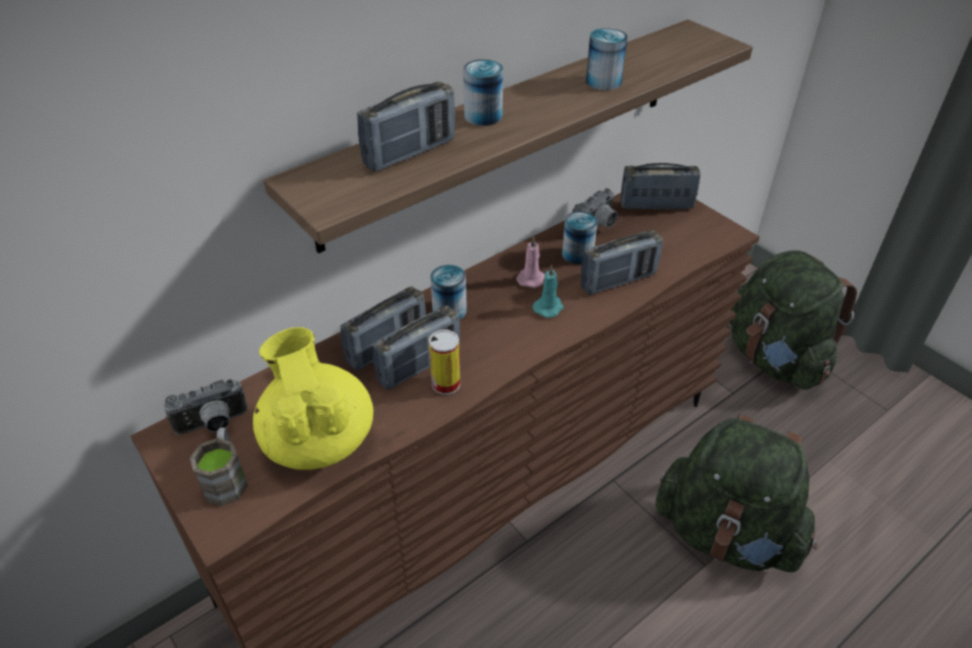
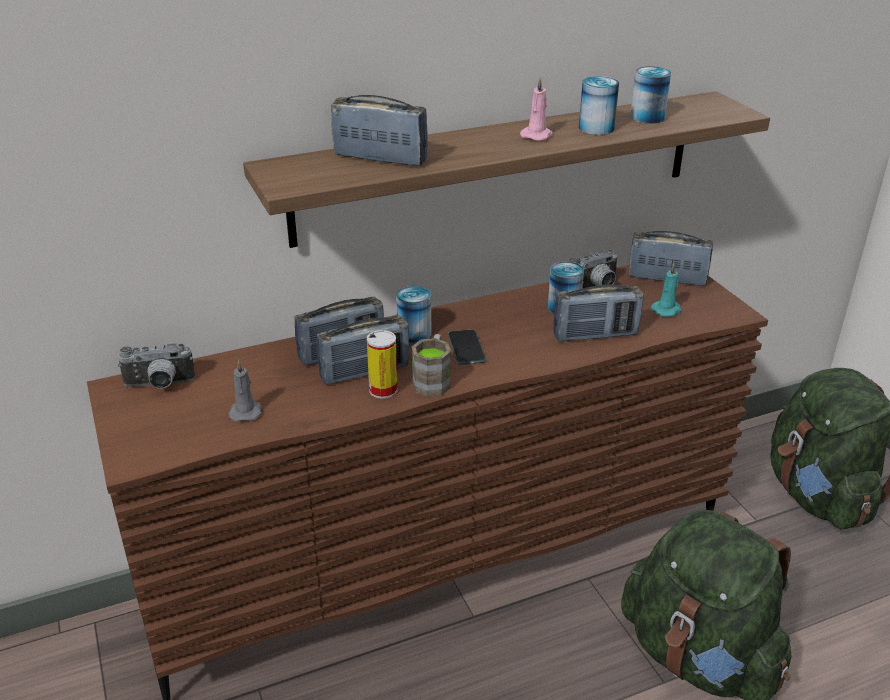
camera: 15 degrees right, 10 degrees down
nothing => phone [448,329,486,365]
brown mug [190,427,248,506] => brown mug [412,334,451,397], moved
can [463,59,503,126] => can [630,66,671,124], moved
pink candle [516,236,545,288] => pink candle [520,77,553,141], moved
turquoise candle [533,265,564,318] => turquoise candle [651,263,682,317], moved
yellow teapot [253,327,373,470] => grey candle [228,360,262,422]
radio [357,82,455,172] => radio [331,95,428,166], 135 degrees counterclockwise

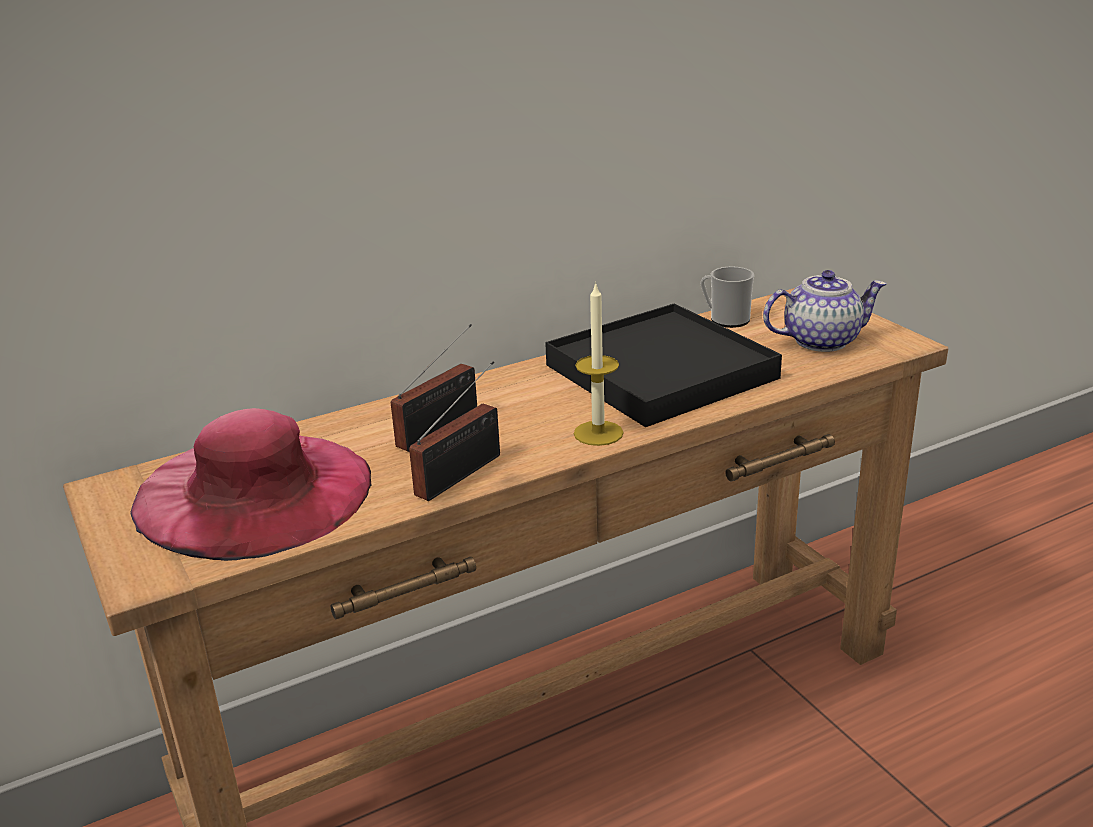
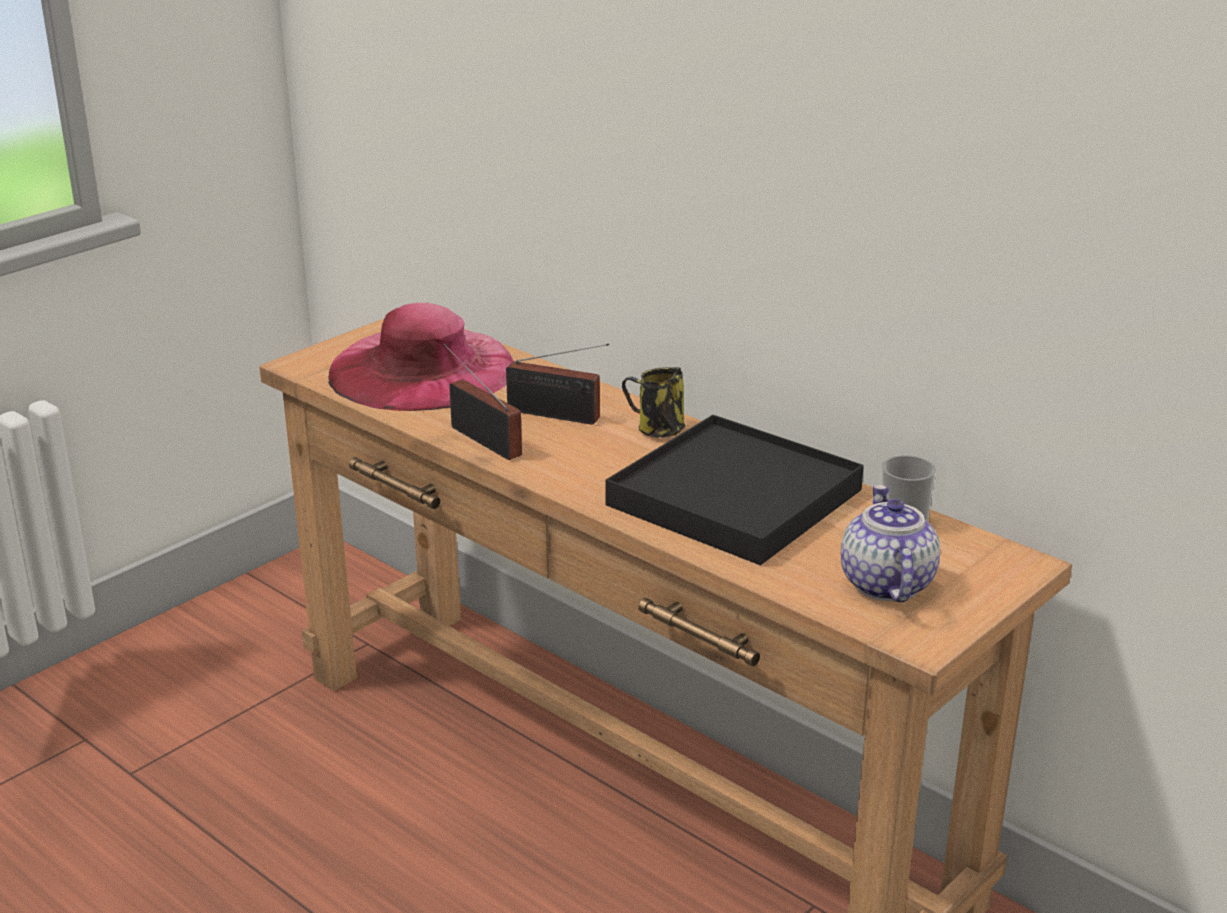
camera: 70 degrees right, 0 degrees up
candle [574,282,623,446] => nothing
nothing => mug [622,367,685,438]
radio [409,361,500,501] => radio [444,344,522,460], 150 degrees counterclockwise
teapot [763,270,887,352] => teapot [841,485,940,602], 150 degrees counterclockwise

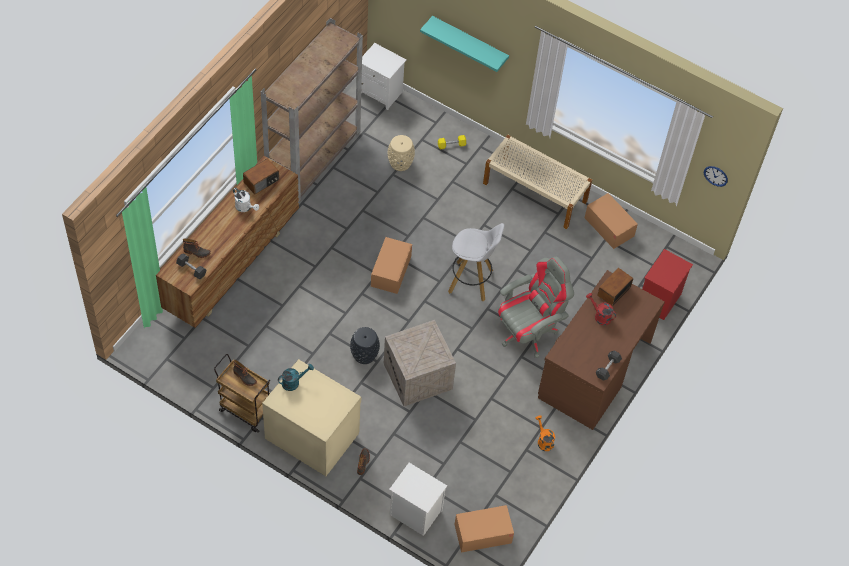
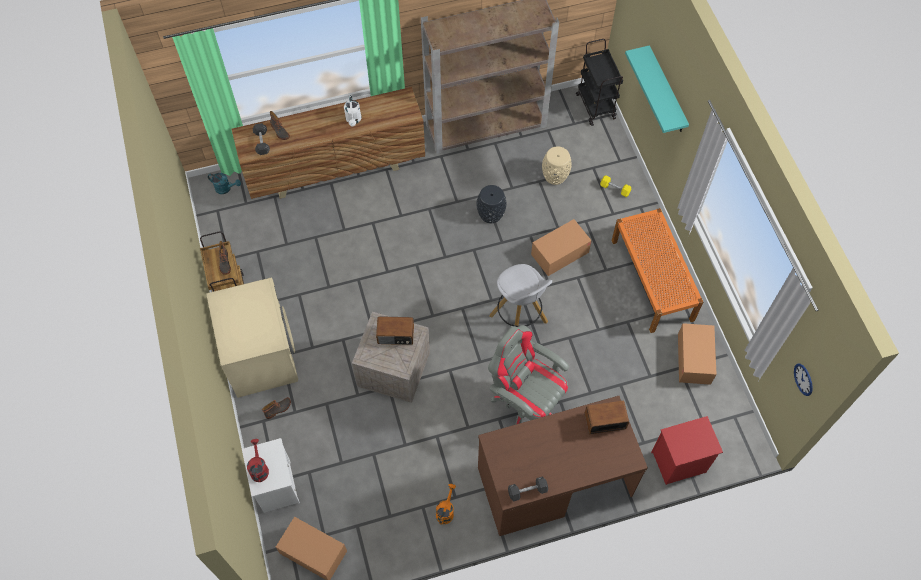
camera: 45 degrees right, 5 degrees up
radio [243,159,279,194] => radio [376,316,414,345], moved
turquoise watering can [278,364,314,391] => turquoise watering can [208,173,241,194], moved
black stool [350,327,380,364] => black stool [476,185,506,223], moved
cardboard box [371,237,412,294] => cardboard box [531,219,592,276], moved
red watering can [586,293,616,325] => red watering can [247,439,269,482], moved
white nightstand [361,43,407,110] => black cart [576,39,623,126]
beige bench [483,135,592,229] => orange bench [612,208,703,333]
grey office chair [498,257,574,358] => grey office chair [488,325,569,425], 150 degrees counterclockwise

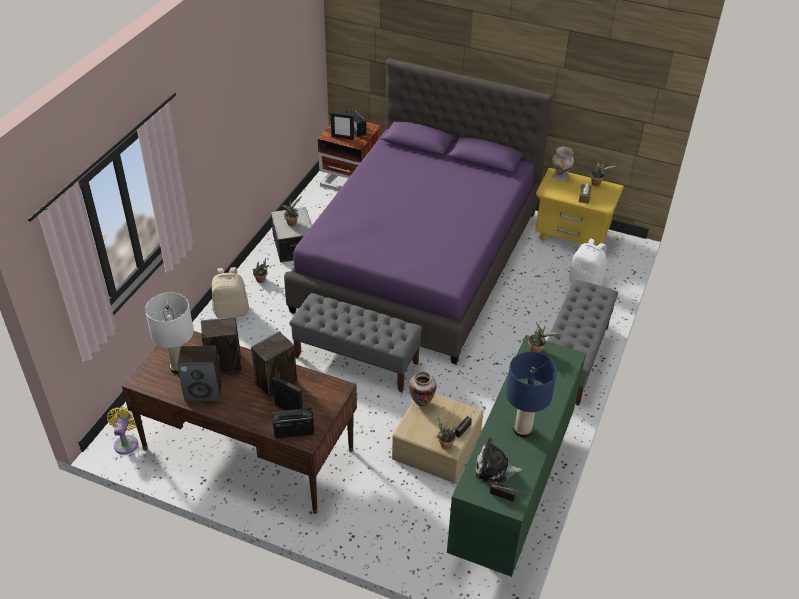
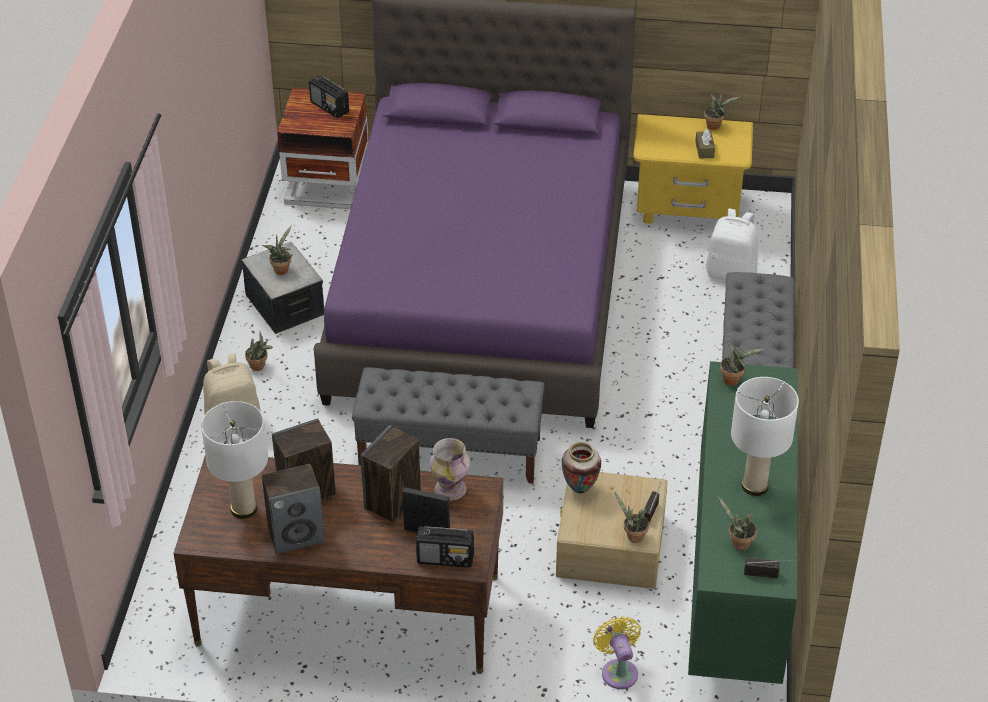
camera: 15 degrees left, 0 degrees up
picture frame [331,112,354,140] => nothing
yellow fan [107,407,138,455] => yellow fan [593,616,641,689], moved
vase [552,147,574,181] => vase [430,438,470,501], moved
plush toy [475,437,522,483] => potted plant [718,497,757,550]
blue table lamp [506,351,557,437] => white table lamp [731,377,799,496]
radio [272,408,314,438] => radio [416,526,474,568], 150 degrees counterclockwise

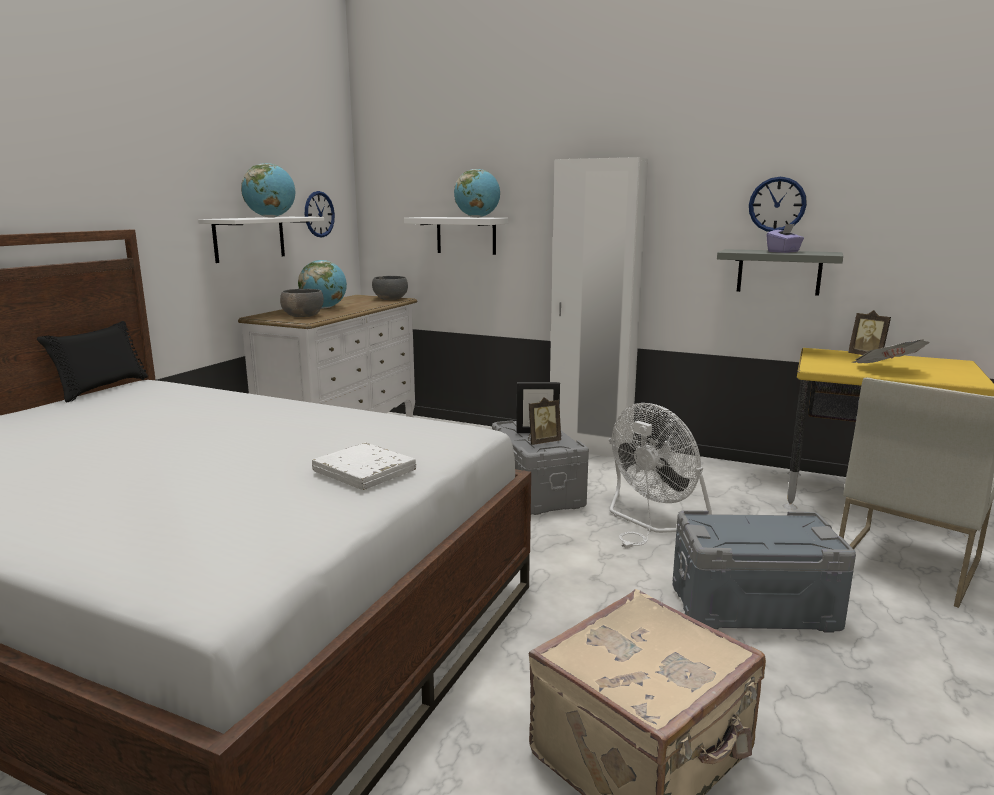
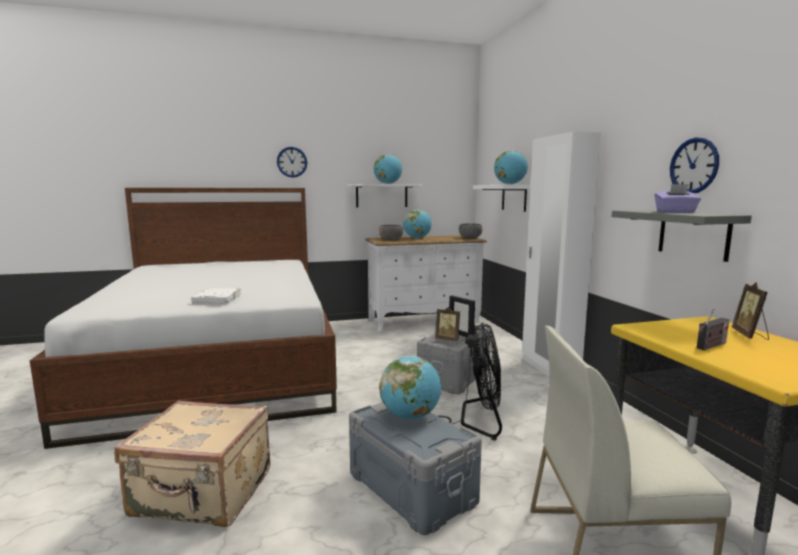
camera: 50 degrees right, 5 degrees down
black pillow [37,321,148,402] => nothing
nothing => globe [379,356,441,420]
wall clock [305,191,335,238] => wall clock [277,147,307,178], moved
newspaper [852,339,929,363] => radio [697,309,729,350]
white fan [609,403,712,548] => black fan [438,322,502,441]

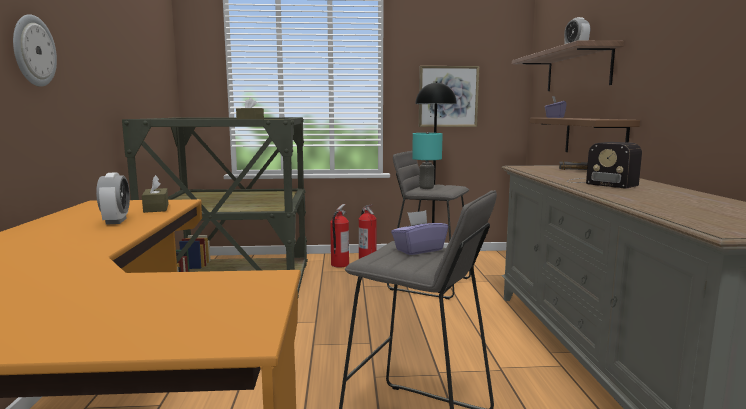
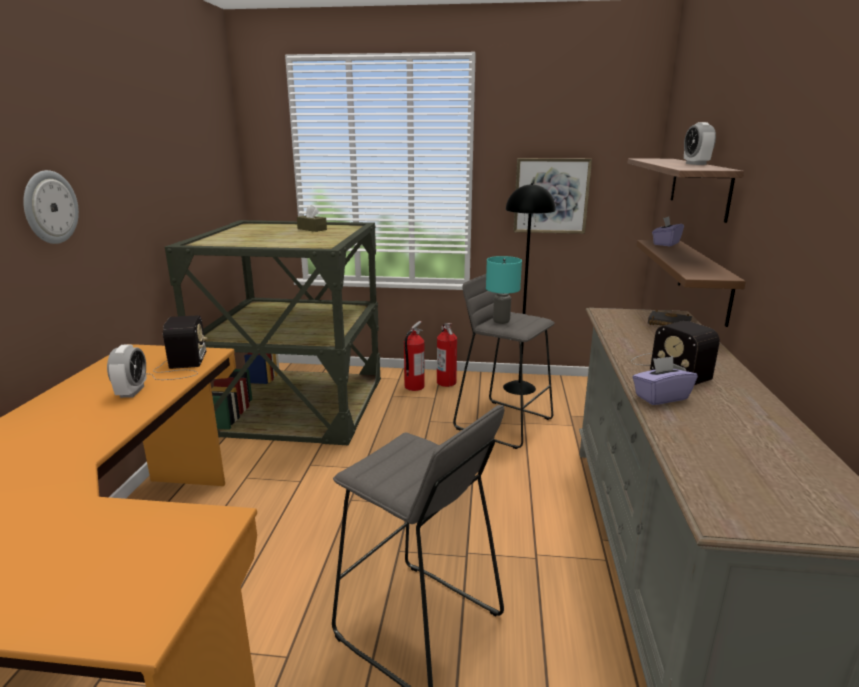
camera: 10 degrees right, 10 degrees up
purple tissue box [391,210,448,255] => purple tissue box [632,356,698,405], moved
brown tissue box [142,175,168,213] => radio [151,315,208,380]

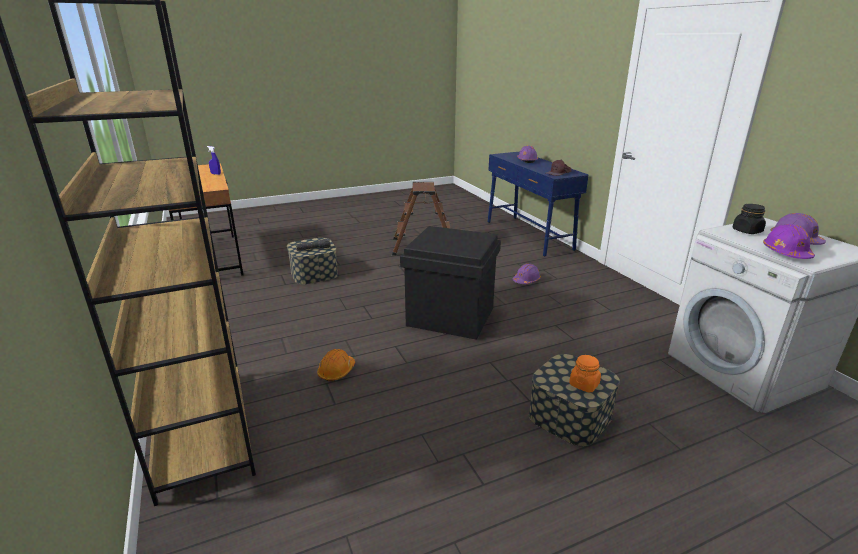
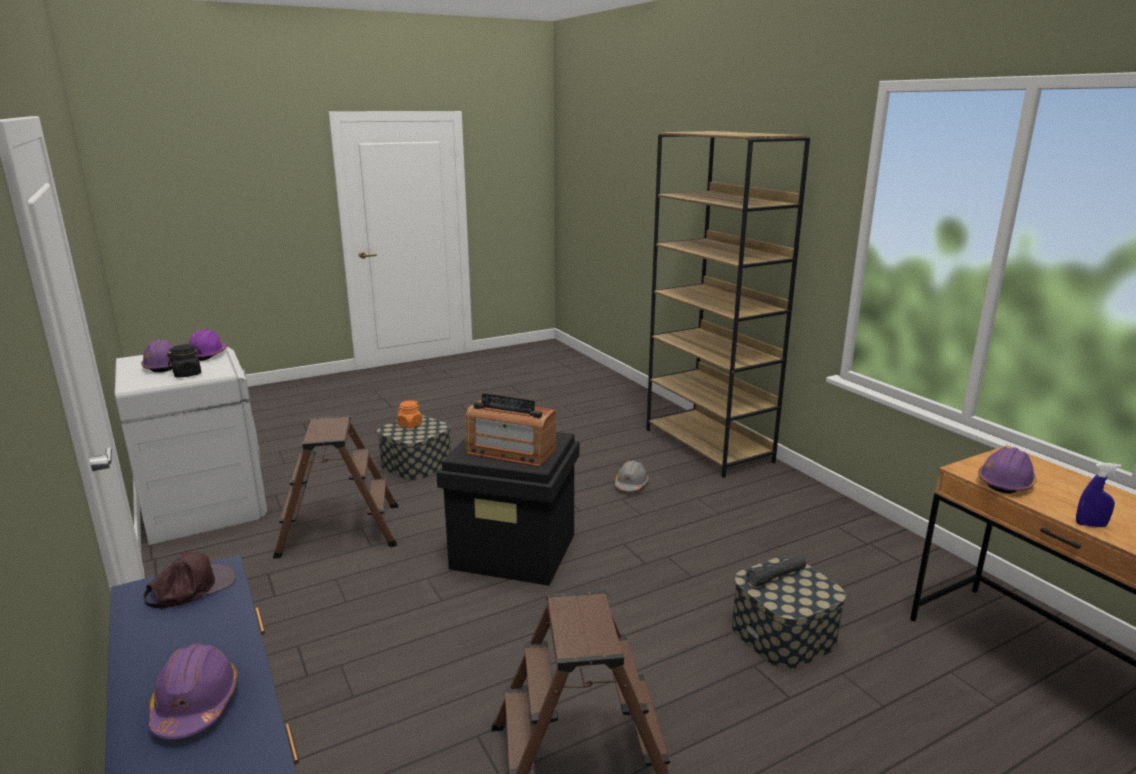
camera: 175 degrees right, 5 degrees down
nothing => brown step ladder [273,415,399,558]
nothing => radio [465,393,556,467]
purple hard hat [513,263,541,284] => purple hard hat [978,447,1037,494], moved
orange hard hat [317,349,355,382] => grey hard hat [615,460,649,491]

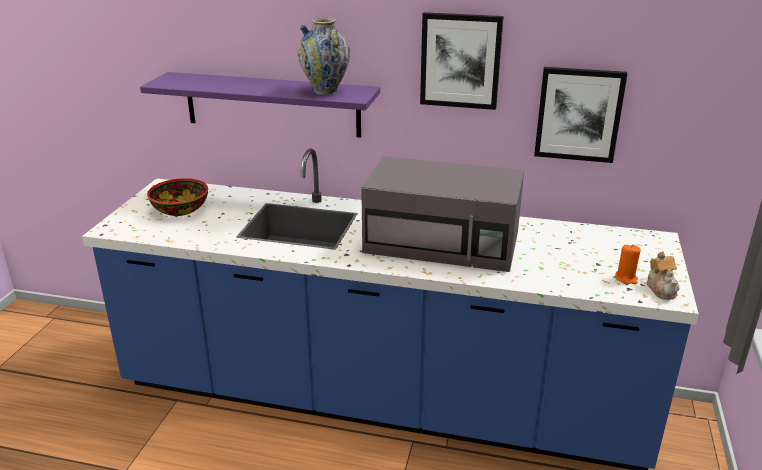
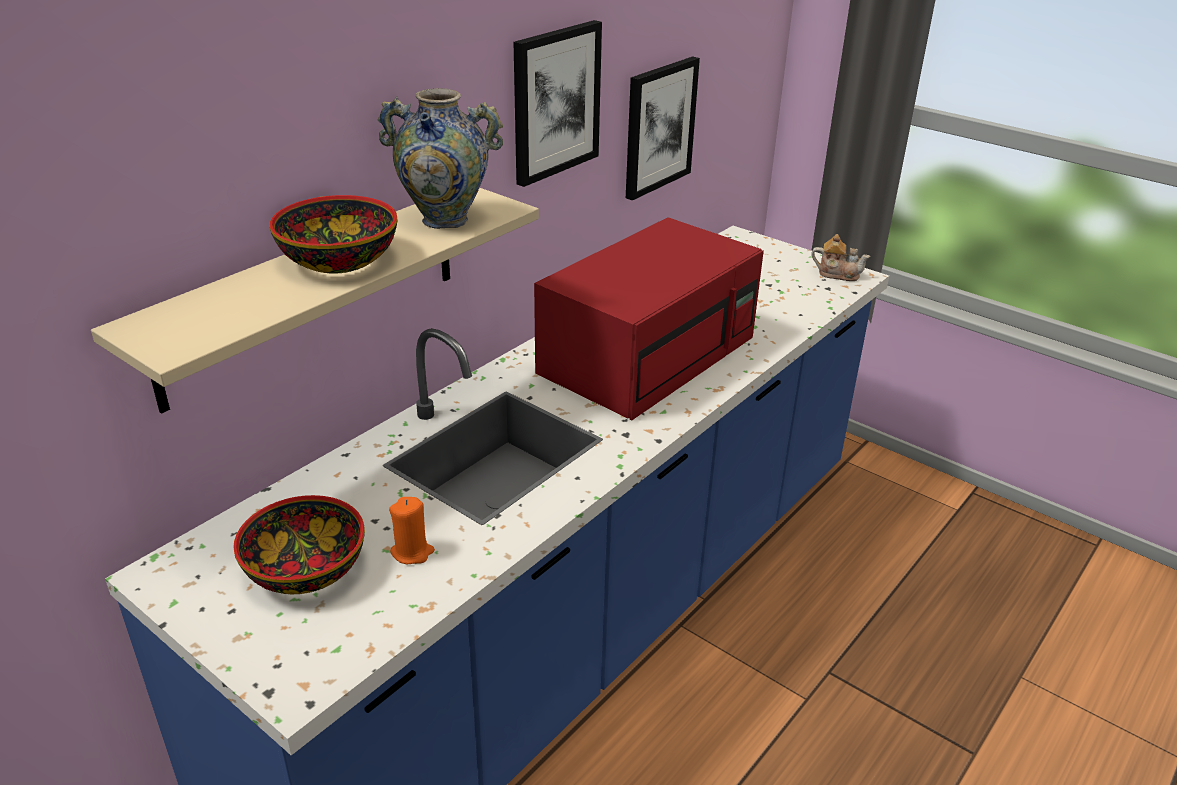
camera: 65 degrees left, 5 degrees up
nothing => bowl [269,195,397,274]
orange candle [615,244,641,284] => orange candle [389,497,435,564], moved
purple shelf [140,72,380,138] => beige shelf [91,188,539,414]
grey microwave [361,156,524,272] => red microwave [534,217,764,420]

